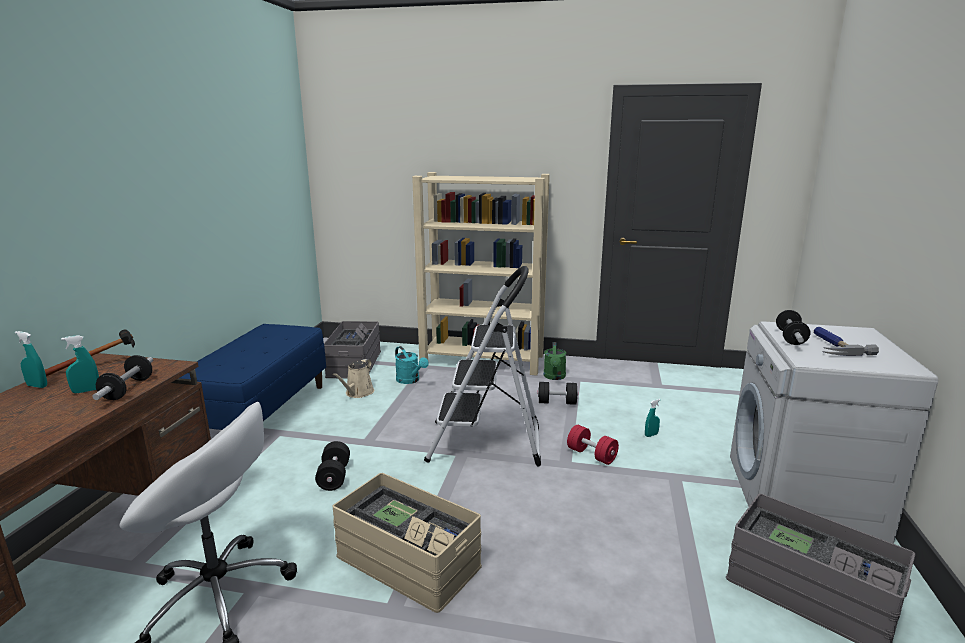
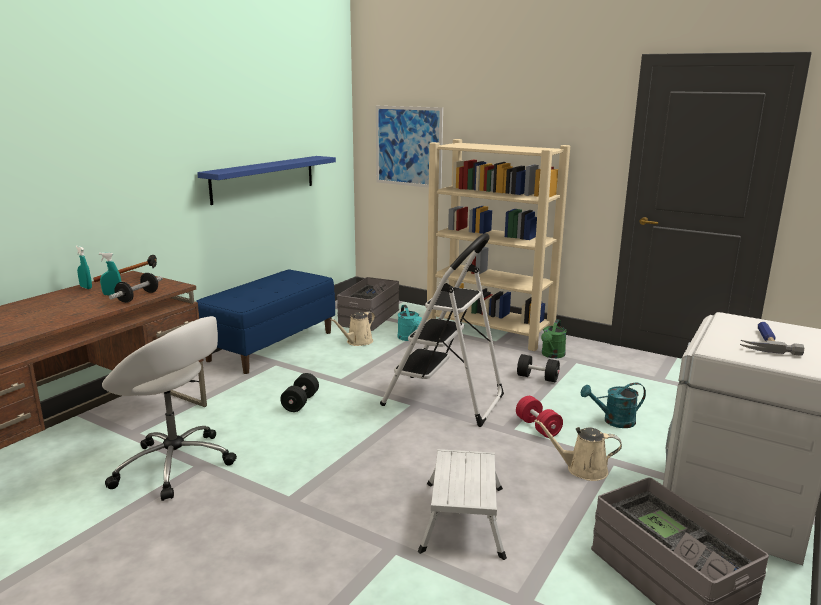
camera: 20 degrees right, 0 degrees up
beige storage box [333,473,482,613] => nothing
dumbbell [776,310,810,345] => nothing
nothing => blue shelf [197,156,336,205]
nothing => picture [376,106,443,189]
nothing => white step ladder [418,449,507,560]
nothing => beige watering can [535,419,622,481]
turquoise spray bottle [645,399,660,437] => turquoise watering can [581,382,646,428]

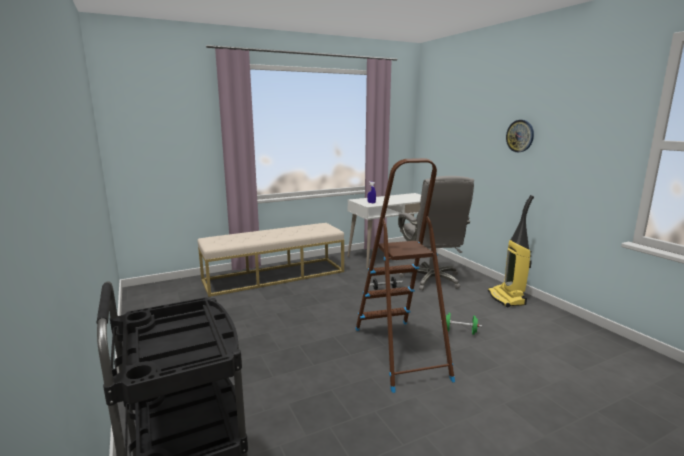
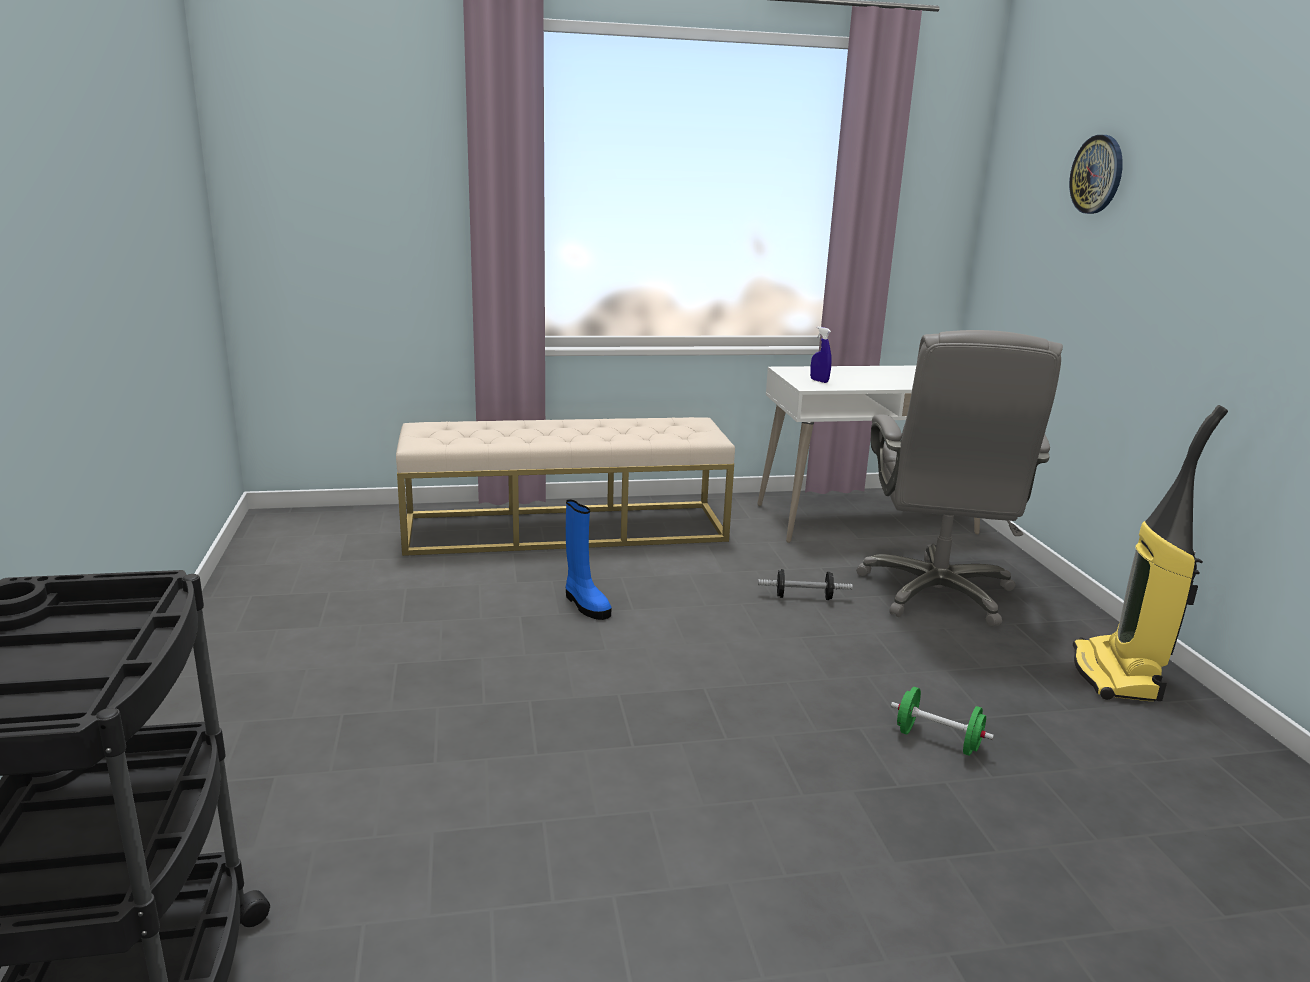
camera: 15 degrees right, 5 degrees up
brown step ladder [355,158,455,393] => nothing
nothing => blue boot [566,499,611,620]
wall clock [506,120,534,152] => wall clock [1069,135,1123,214], moved

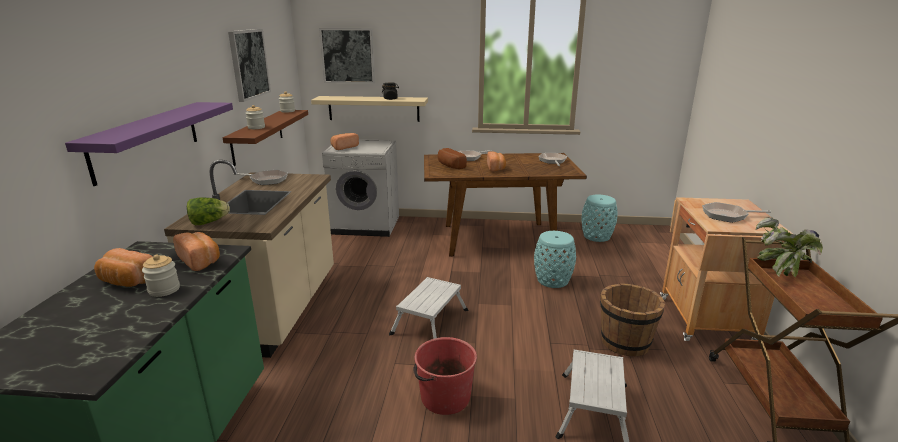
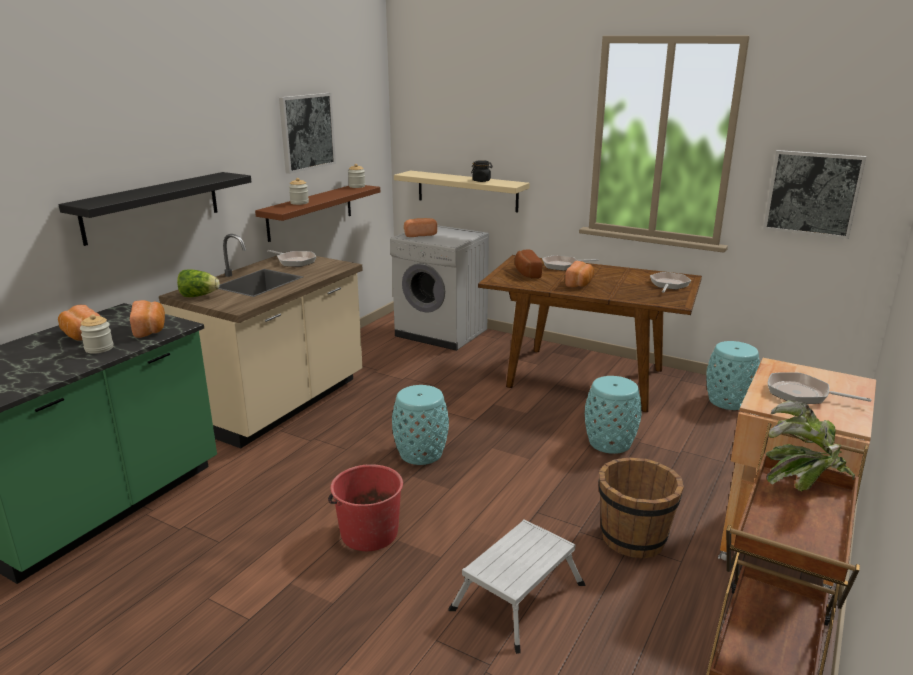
camera: 25 degrees right, 0 degrees up
picture [319,28,375,83] => picture [763,150,867,239], moved
white step ladder [389,277,469,339] => turquoise stool [392,385,449,465]
purple shelf [65,102,233,186] => black shelf [58,172,251,246]

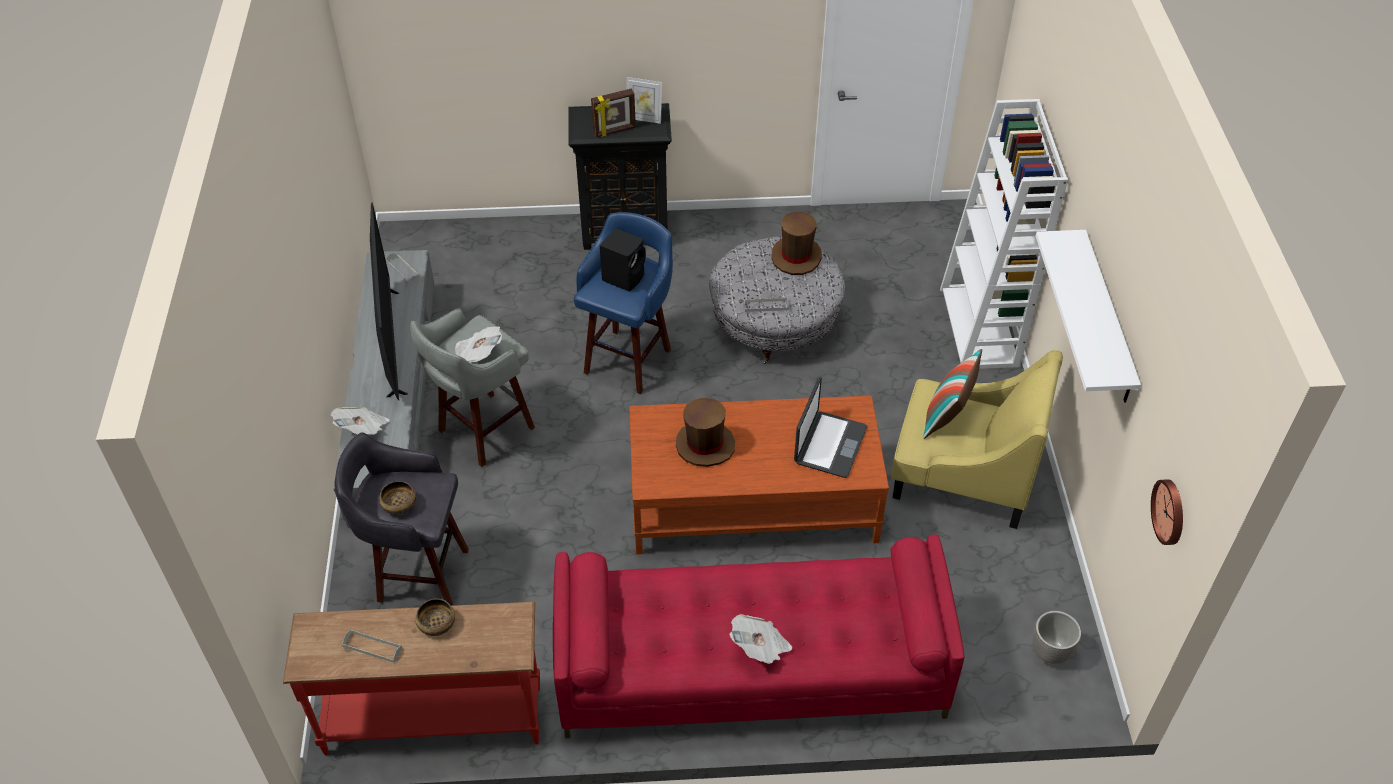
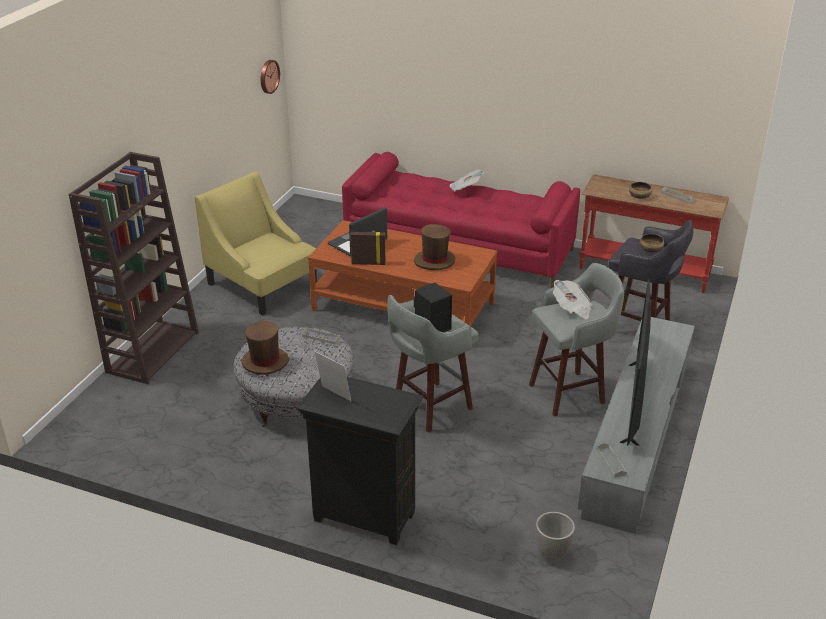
camera: 155 degrees left, 15 degrees down
newspaper [331,407,390,435] => nothing
pillow [923,349,982,439] => nothing
white shelf [1036,230,1141,403] => nothing
picture frame [591,88,636,137] => picture frame [350,230,386,265], moved
planter [1032,611,1081,664] => planter [535,512,575,560], moved
blue stool [574,212,673,394] => grey stool [387,295,479,433]
white bookcase [940,99,1068,369] => brown bookcase [69,152,199,384]

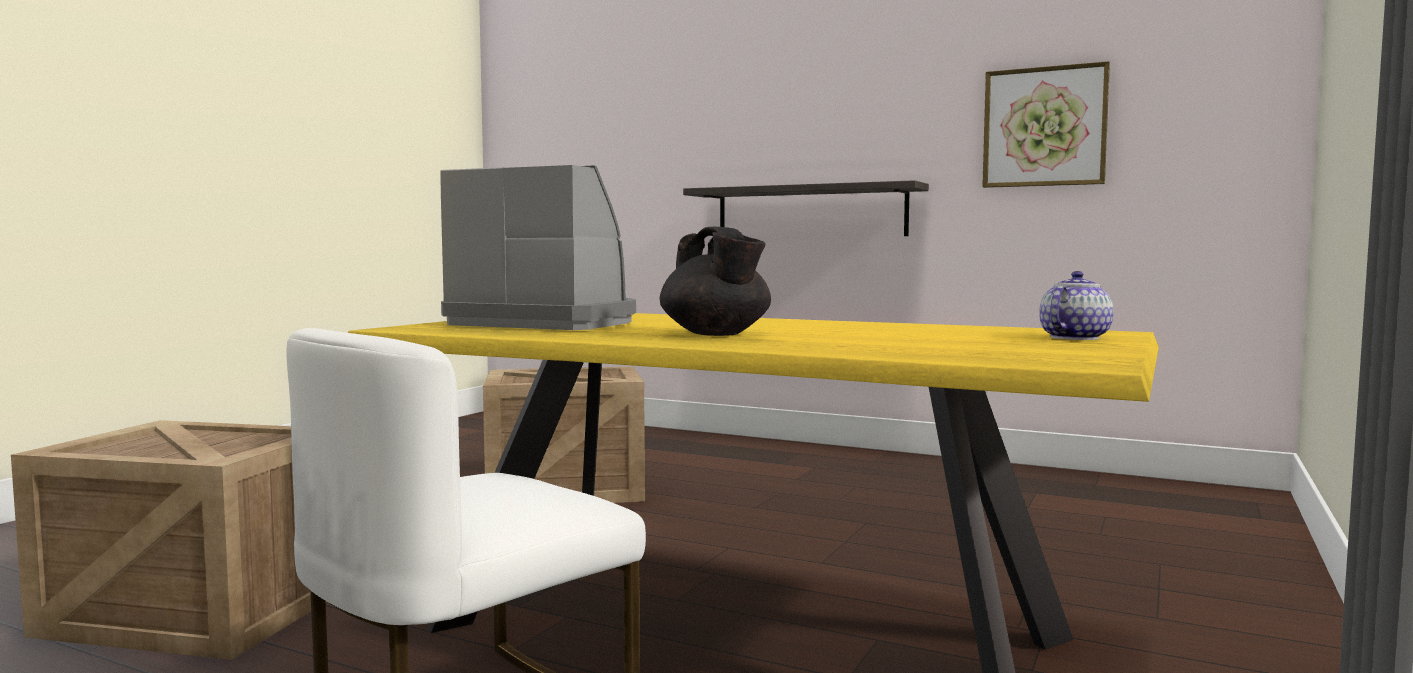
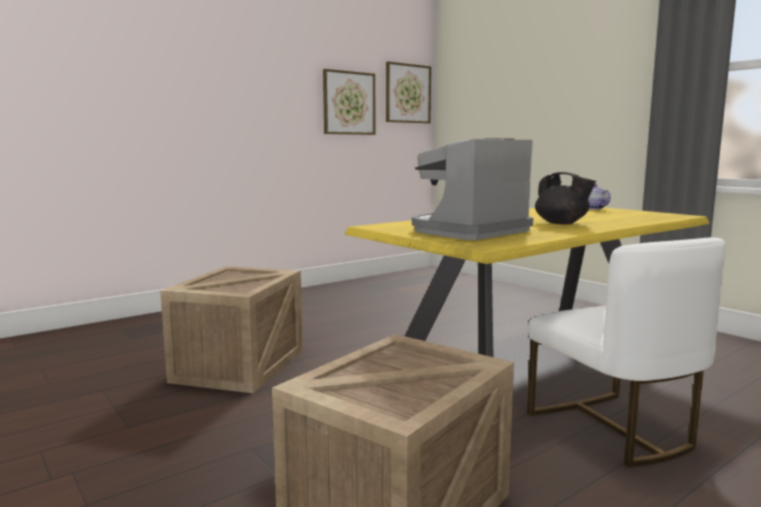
camera: 65 degrees left, 5 degrees up
shelf [683,180,929,236] => nothing
nothing => picture [386,61,431,124]
black teapot [659,227,771,336] => black teapot [535,172,596,224], 45 degrees clockwise

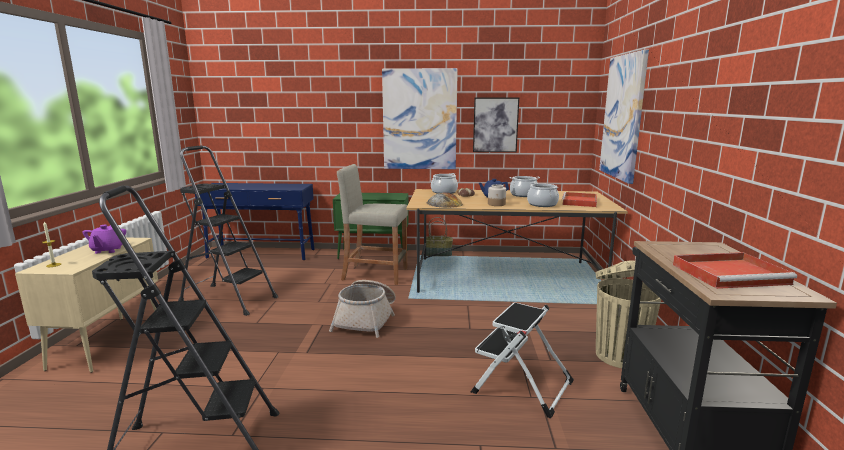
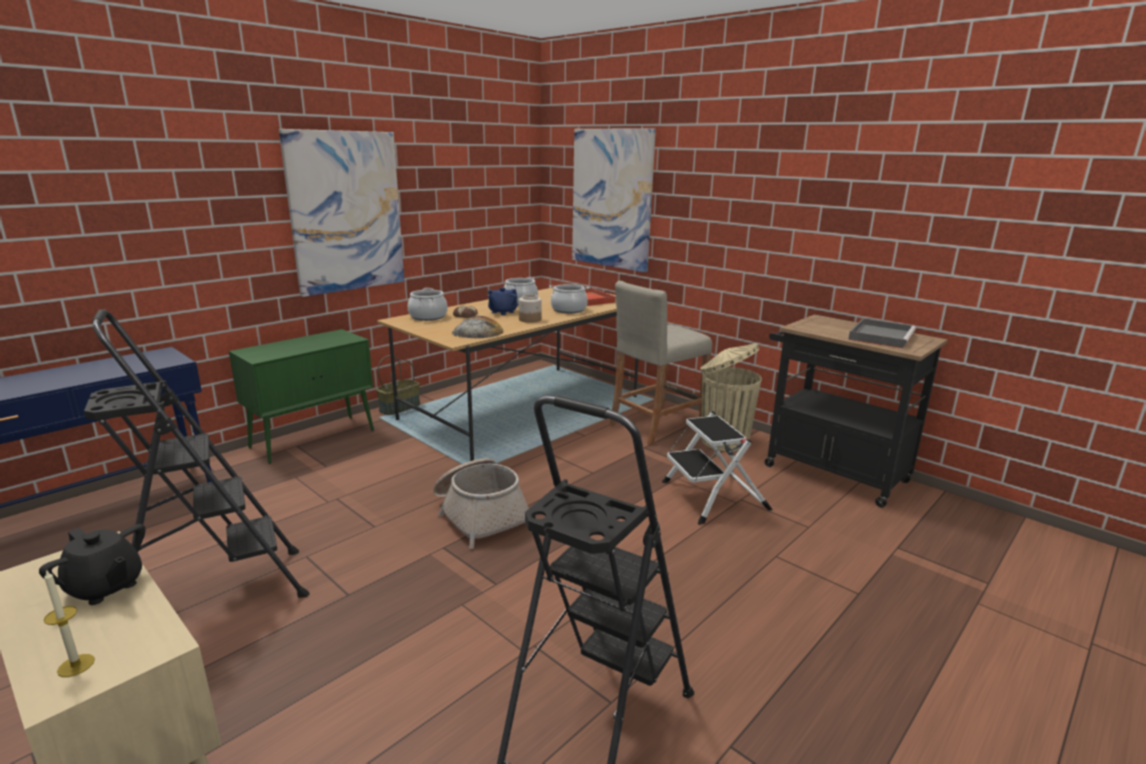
camera: 50 degrees left, 5 degrees up
picture [473,98,519,152] => nothing
beige stool [337,164,408,285] => beige stool [609,281,712,445], moved
purple teapot [82,225,126,254] => black teapot [39,524,145,605]
red tray [673,252,797,289] => grey tray [848,319,916,349]

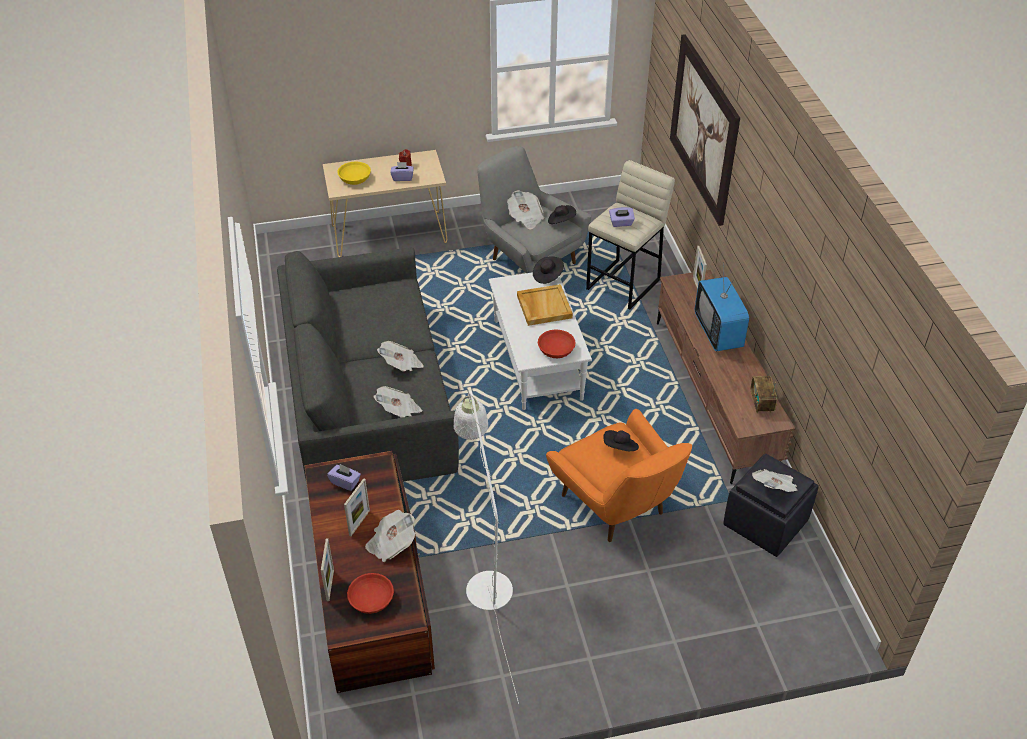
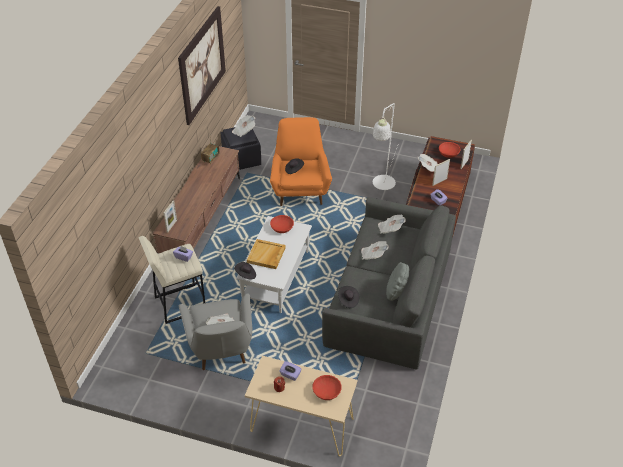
camera: 150 degrees left, 0 degrees up
television [695,262,749,352] => nothing
nothing => grey pillow [386,262,409,301]
black hat [548,205,576,224] => black hat [338,286,359,308], moved
picture [670,34,740,226] => picture [178,6,226,125], moved
yellow bowl [337,161,371,185] => red bowl [312,375,342,400]

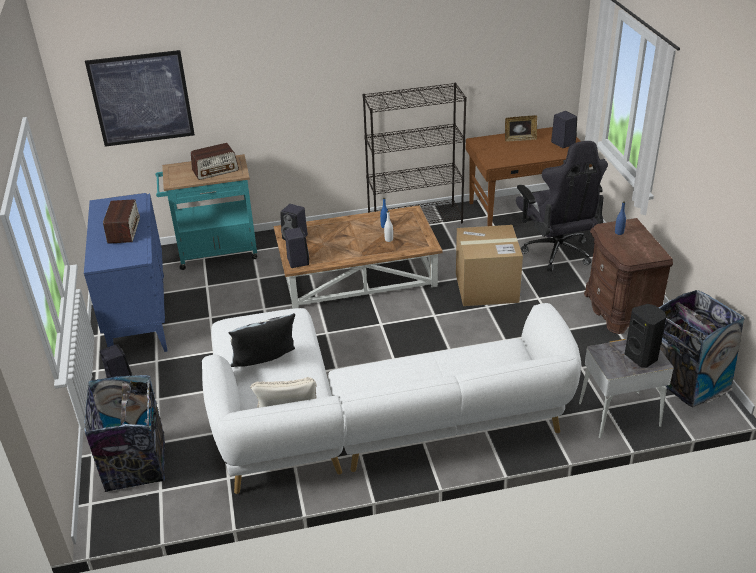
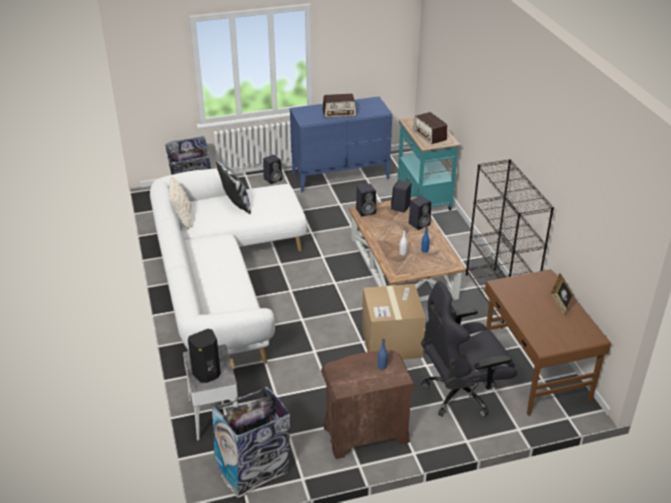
camera: 85 degrees right, 0 degrees up
picture [85,50,195,147] => nothing
black speaker [551,111,577,148] => black speaker [408,196,431,230], moved

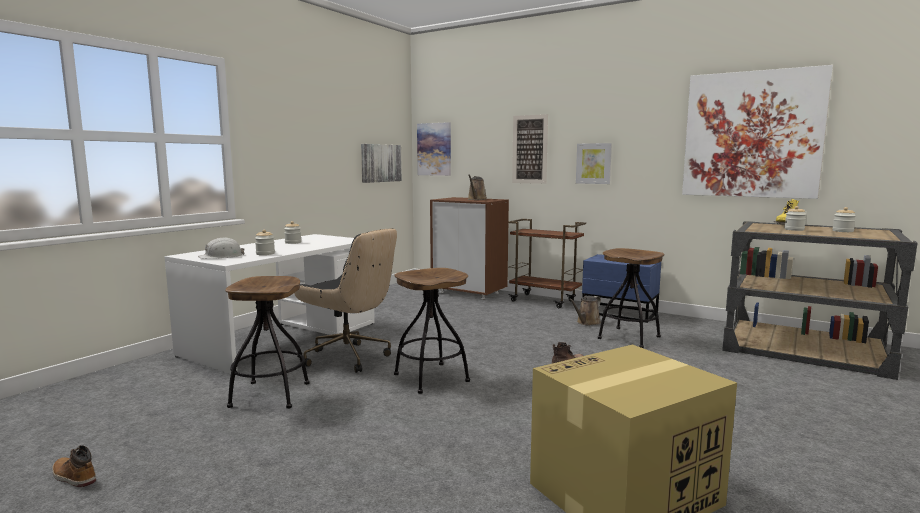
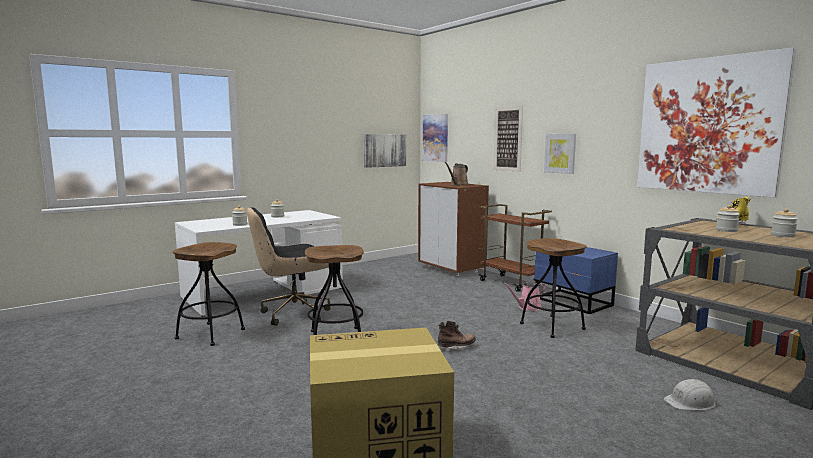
camera: 20 degrees right, 0 degrees up
boot [53,445,96,487] => nothing
white hard hat [198,237,244,259] => white hard hat [664,379,715,411], moved
brown watering can [569,296,601,325] => pink watering can [503,282,546,311]
black office chair [294,228,397,373] => black office chair [247,207,331,326], 105 degrees clockwise

